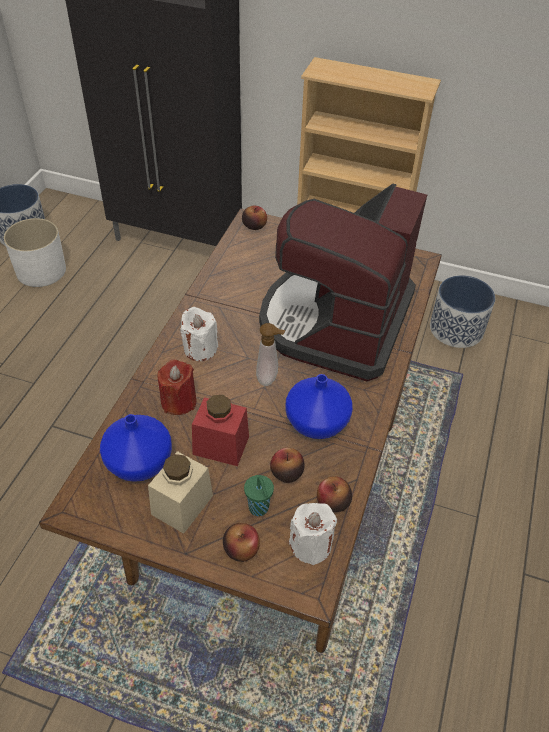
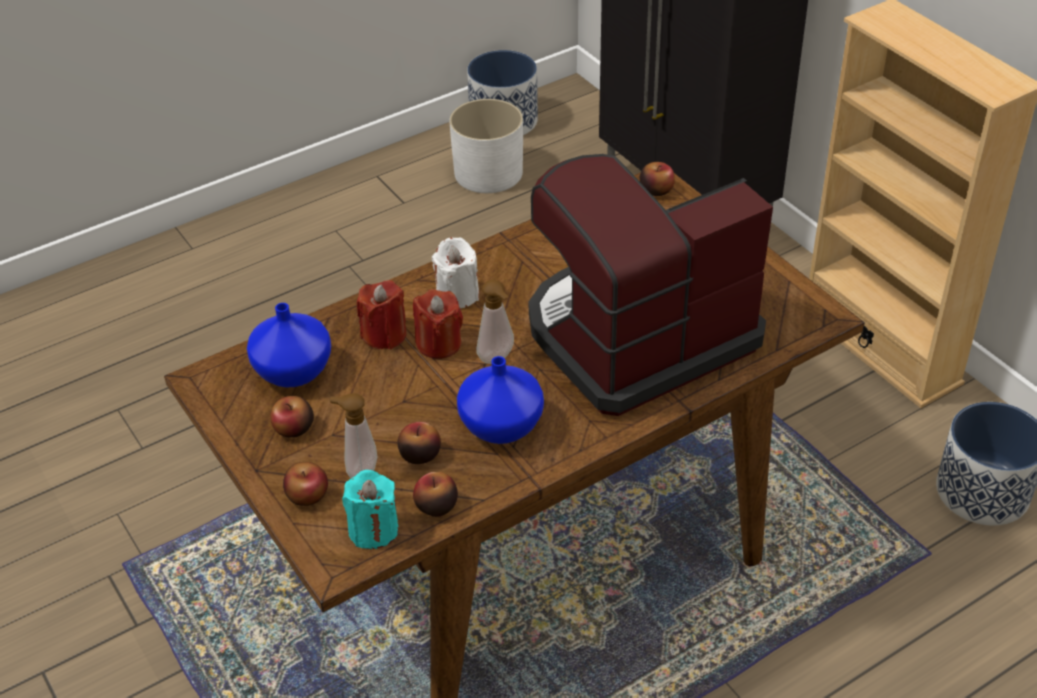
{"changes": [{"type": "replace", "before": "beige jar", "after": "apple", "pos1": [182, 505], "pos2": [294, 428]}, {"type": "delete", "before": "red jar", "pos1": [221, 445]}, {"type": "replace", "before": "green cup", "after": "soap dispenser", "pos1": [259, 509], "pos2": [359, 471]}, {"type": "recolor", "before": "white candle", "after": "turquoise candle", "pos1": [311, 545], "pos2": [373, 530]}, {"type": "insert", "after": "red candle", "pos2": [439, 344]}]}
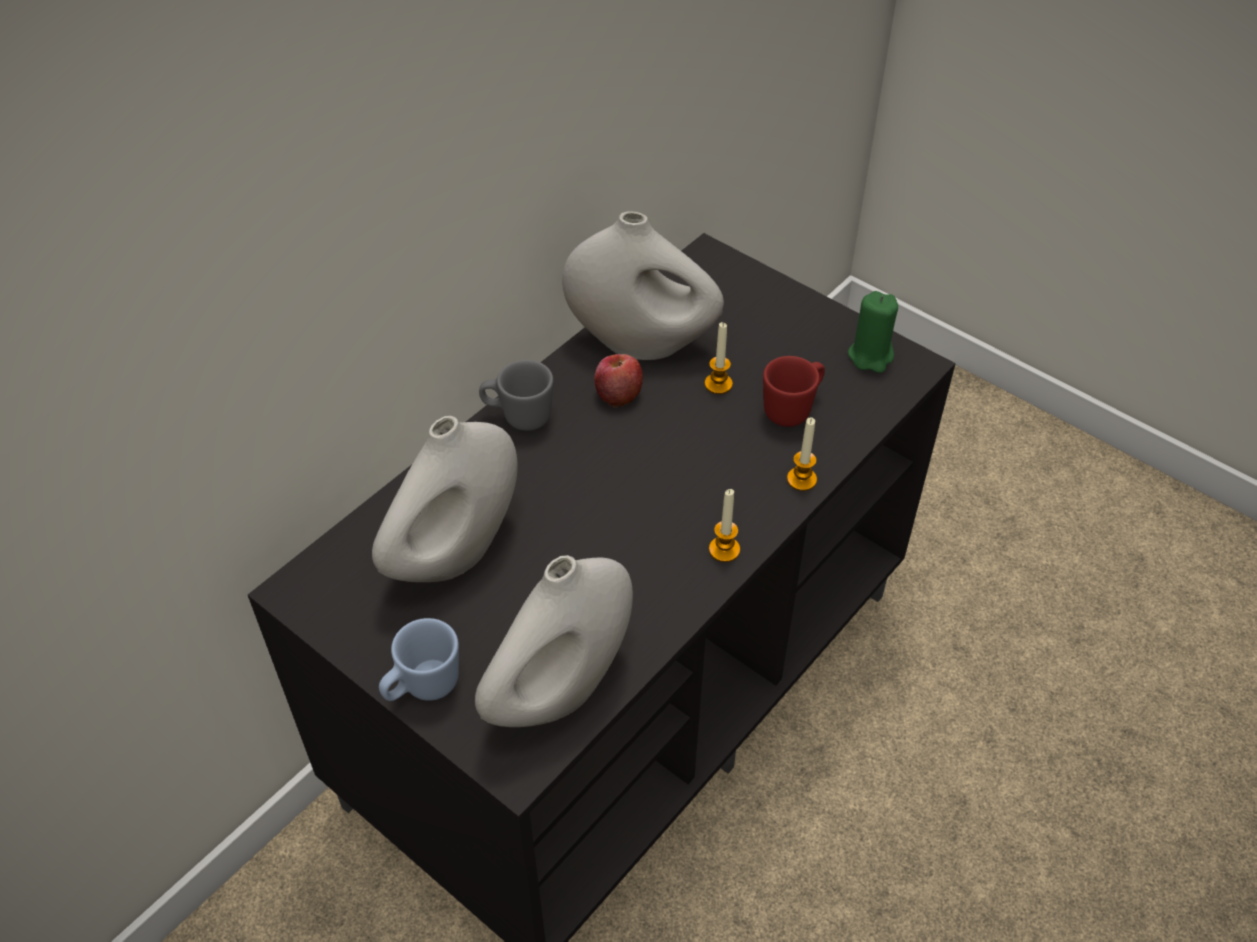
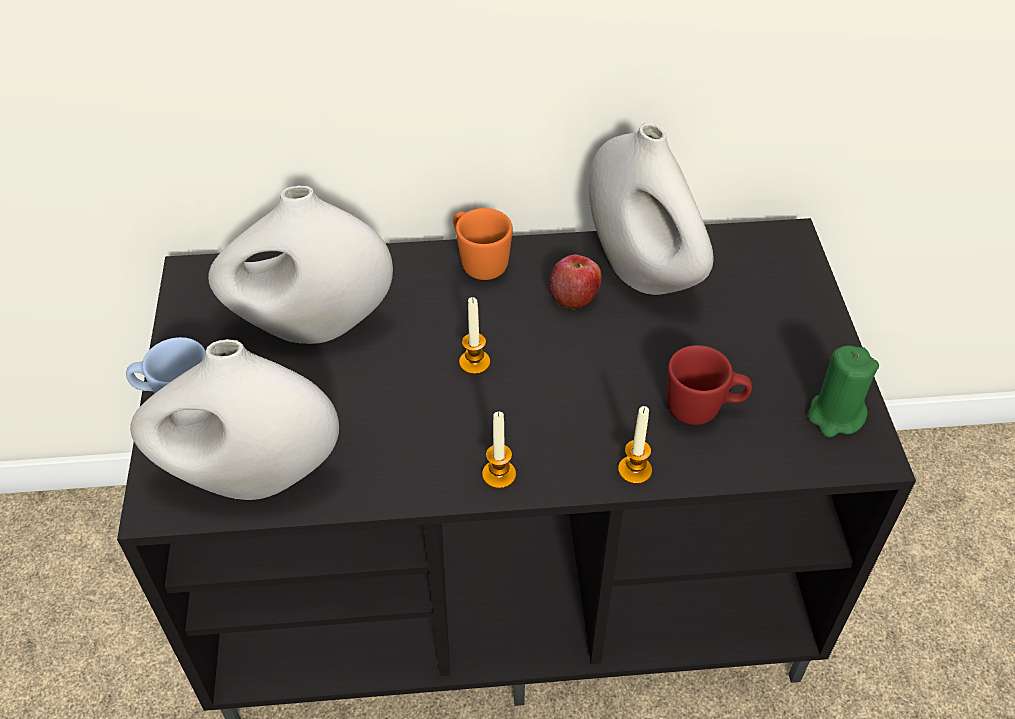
{"changes": [{"type": "recolor", "before": "grey mug", "after": "orange mug", "pos1": [518, 416], "pos2": [479, 262]}, {"type": "move", "before": "candle", "pos1": [718, 384], "pos2": [474, 363]}]}
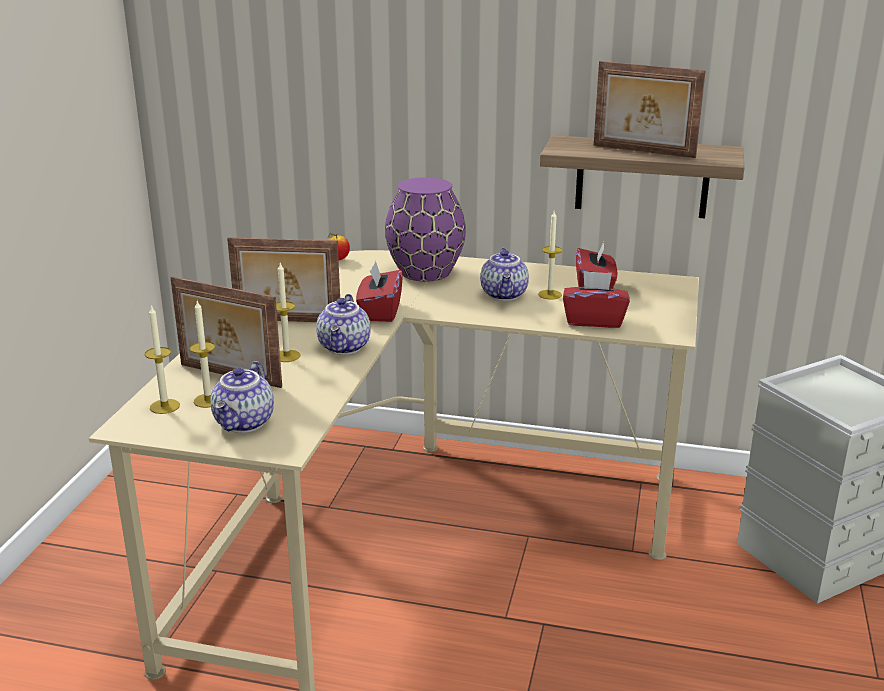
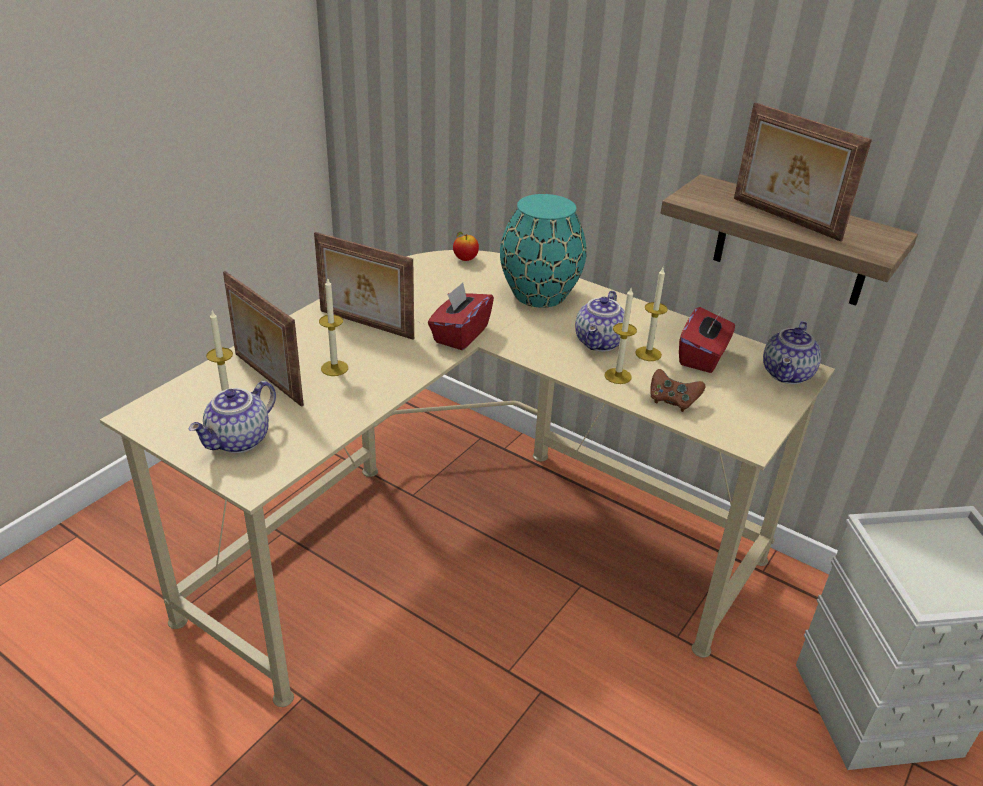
{"changes": [{"type": "move", "before": "candle", "pos1": [164, 406], "pos2": [618, 376]}, {"type": "move", "before": "teapot", "pos1": [345, 347], "pos2": [788, 375]}, {"type": "recolor", "before": "purple vase", "after": "turquoise vase", "pos1": [424, 272], "pos2": [538, 294]}, {"type": "replace", "before": "red tissue box", "after": "brown game controller", "pos1": [594, 320], "pos2": [672, 401]}]}
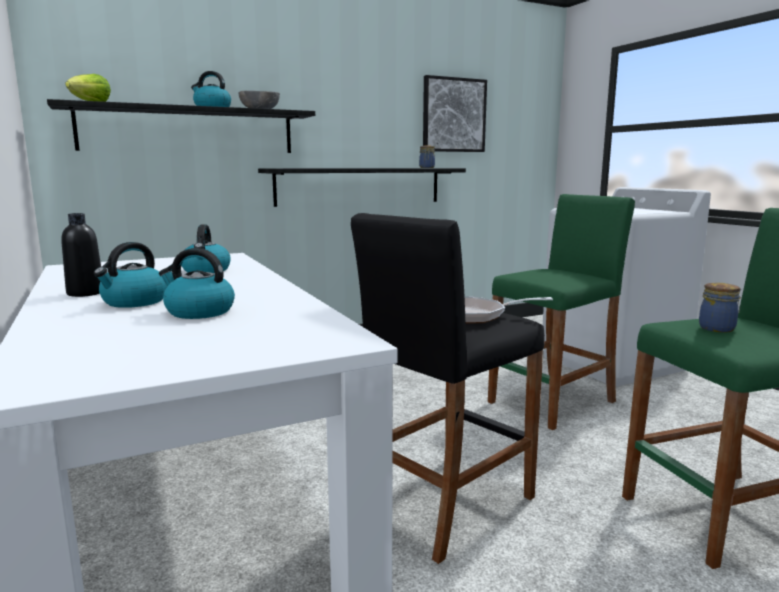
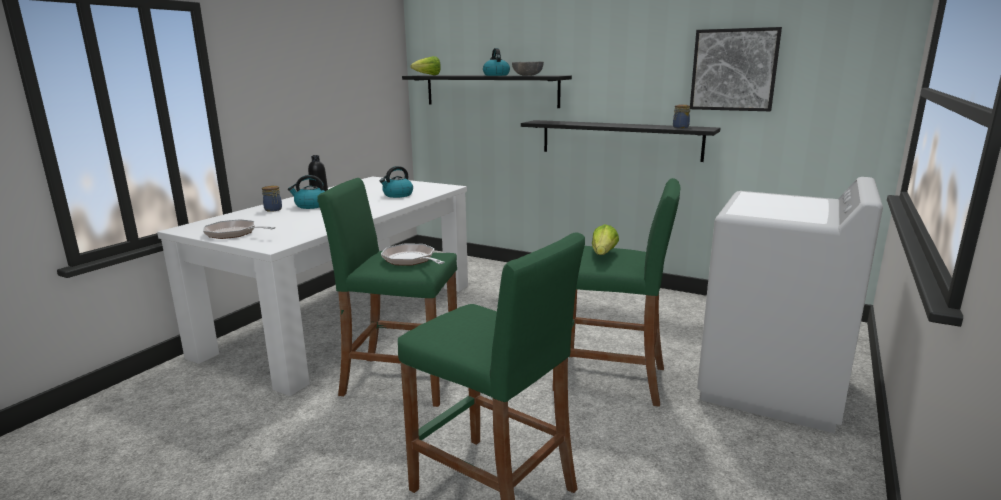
{"changes": [{"type": "delete", "before": "kettle", "pos1": [198, 312]}, {"type": "recolor", "before": "black stool", "after": "green stool", "pos1": [444, 503], "pos2": [400, 380]}, {"type": "move", "before": "jar", "pos1": [718, 328], "pos2": [273, 210]}, {"type": "insert", "after": "frying pan", "pos2": [234, 233]}, {"type": "insert", "after": "lettuce", "pos2": [603, 254]}]}
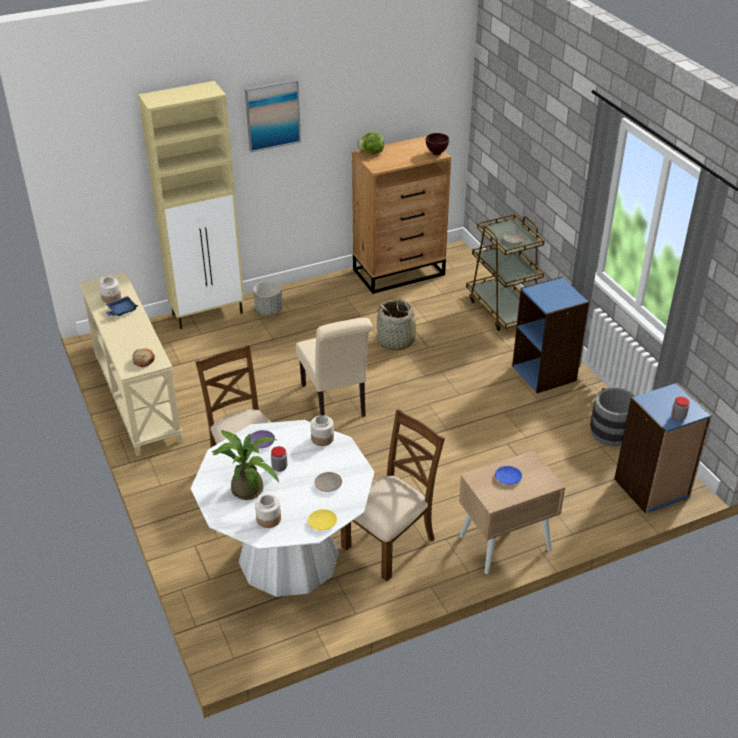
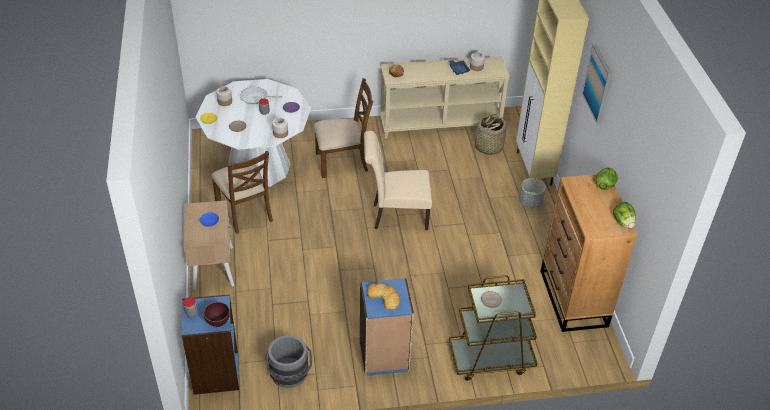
{"changes": [{"type": "replace", "before": "potted plant", "after": "frying pan", "pos1": [246, 487], "pos2": [255, 98]}, {"type": "move", "before": "basket", "pos1": [396, 341], "pos2": [488, 147]}, {"type": "move", "before": "brown bowl", "pos1": [436, 153], "pos2": [218, 323]}, {"type": "insert", "after": "bread", "pos2": [384, 297]}, {"type": "insert", "after": "lettuce", "pos2": [623, 222]}]}
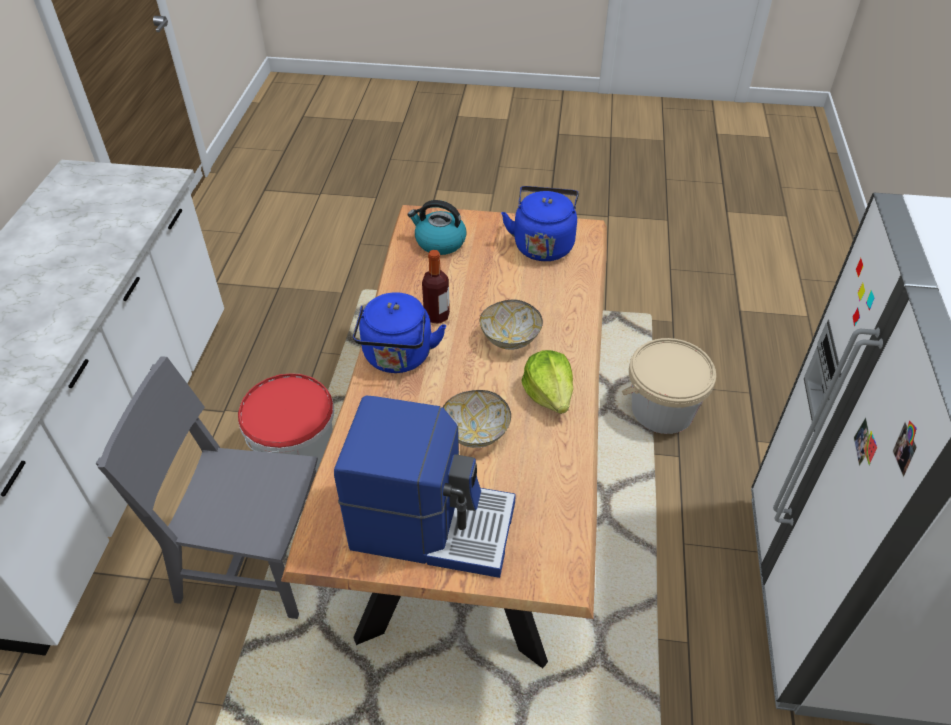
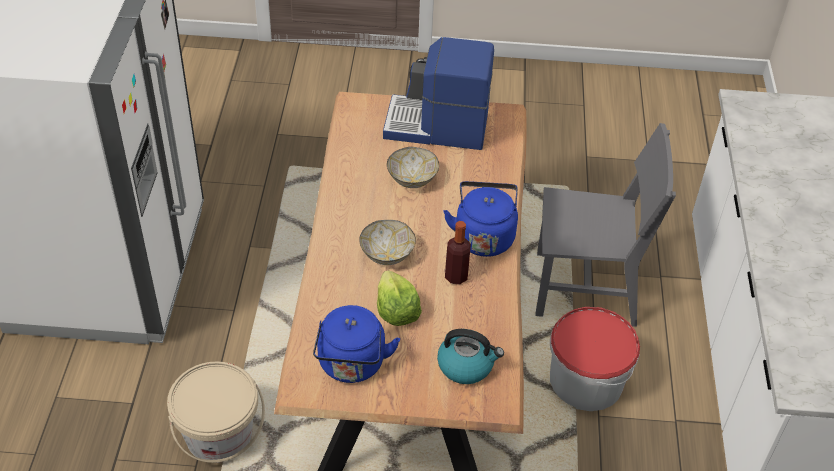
{"changes": [{"type": "move", "before": "lettuce", "pos1": [549, 394], "pos2": [396, 310]}]}
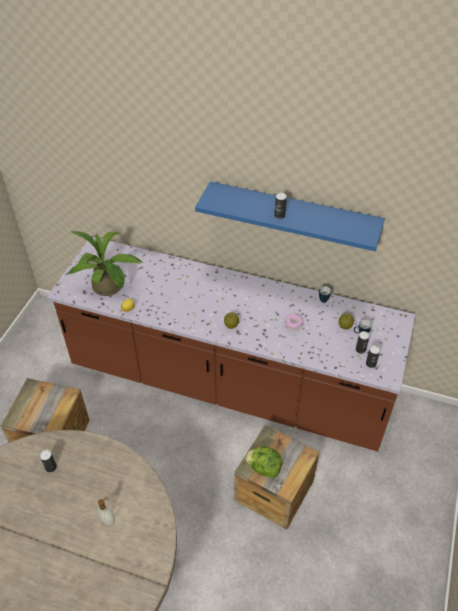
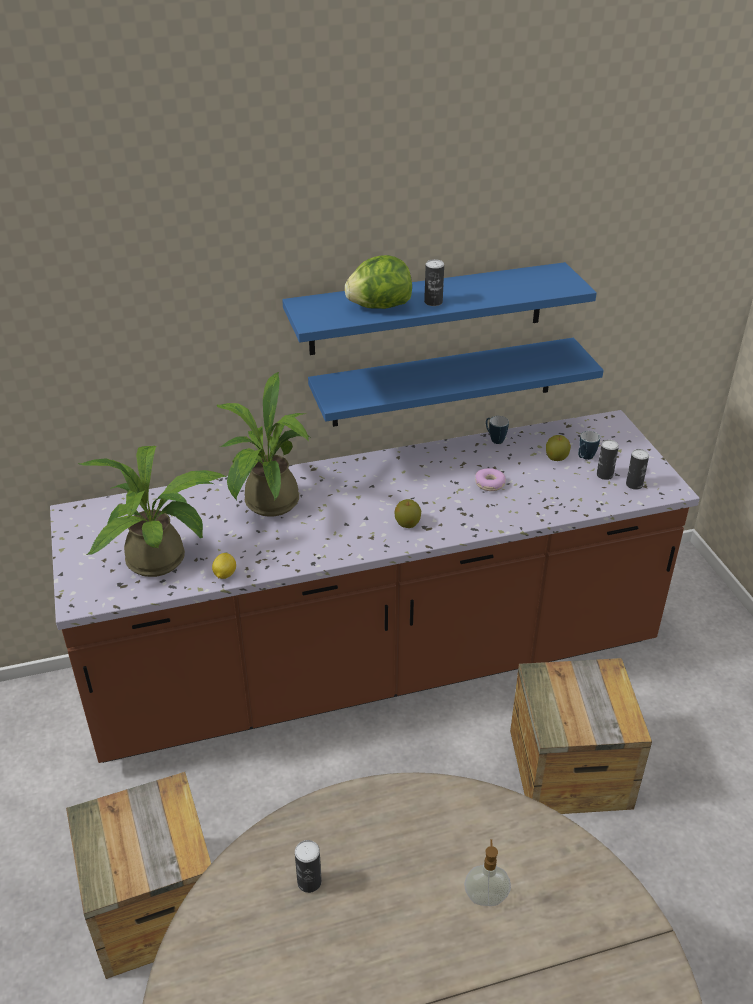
{"changes": [{"type": "move", "before": "lettuce", "pos1": [263, 468], "pos2": [379, 307]}, {"type": "insert", "after": "potted plant", "pos2": [268, 506]}, {"type": "insert", "after": "blue shelf", "pos2": [443, 382]}]}
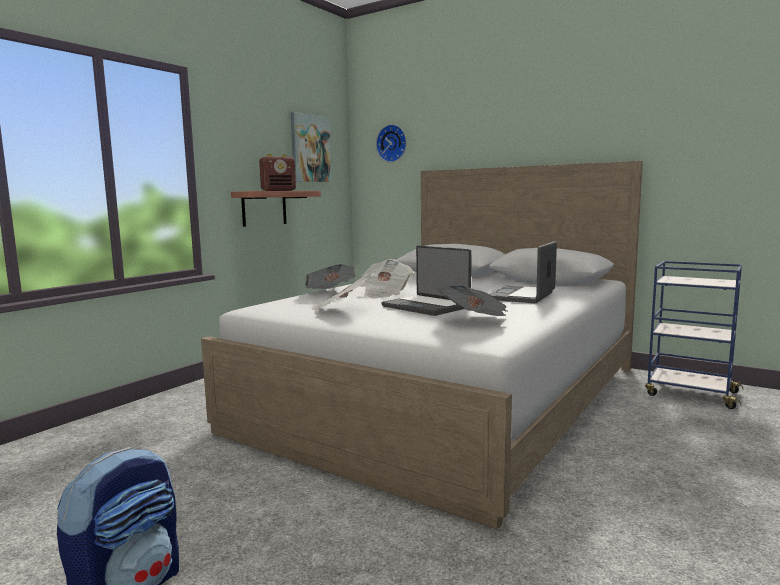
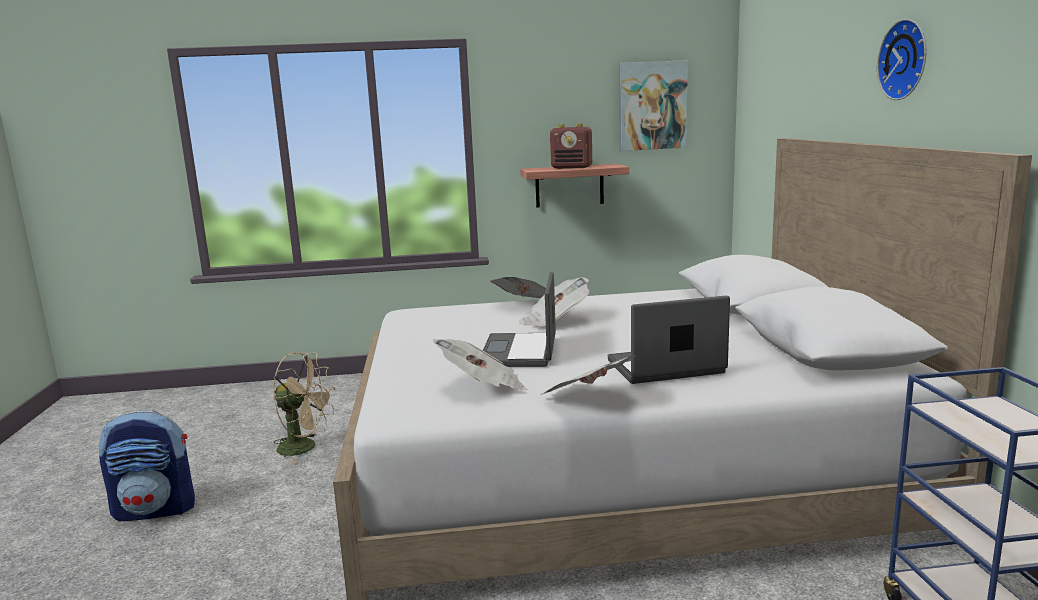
{"changes": [{"type": "move", "before": "newspaper", "pos1": [341, 310], "pos2": [587, 399]}, {"type": "move", "before": "wall clock", "pos1": [392, 143], "pos2": [906, 59]}, {"type": "insert", "after": "beige fan", "pos2": [305, 448]}]}
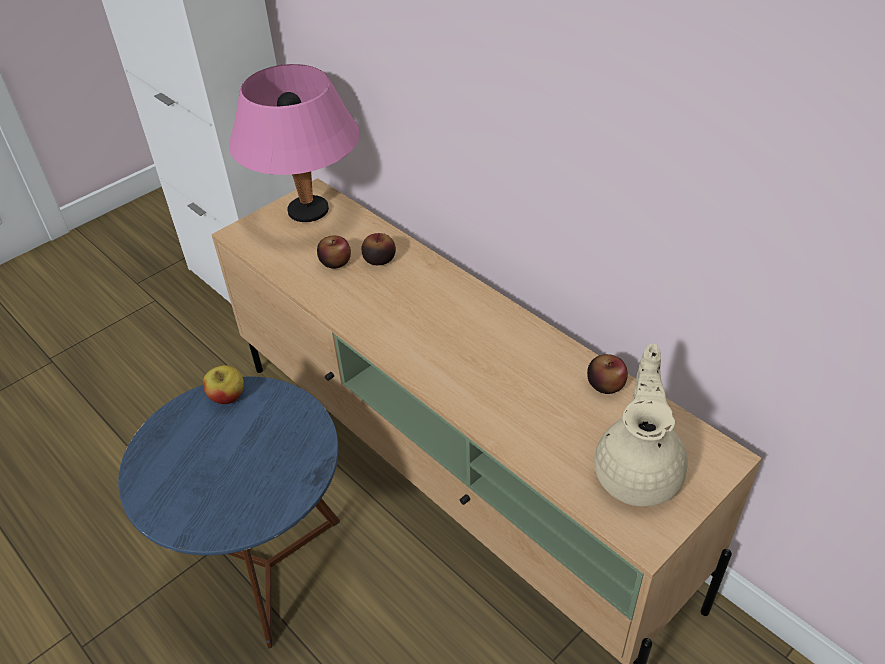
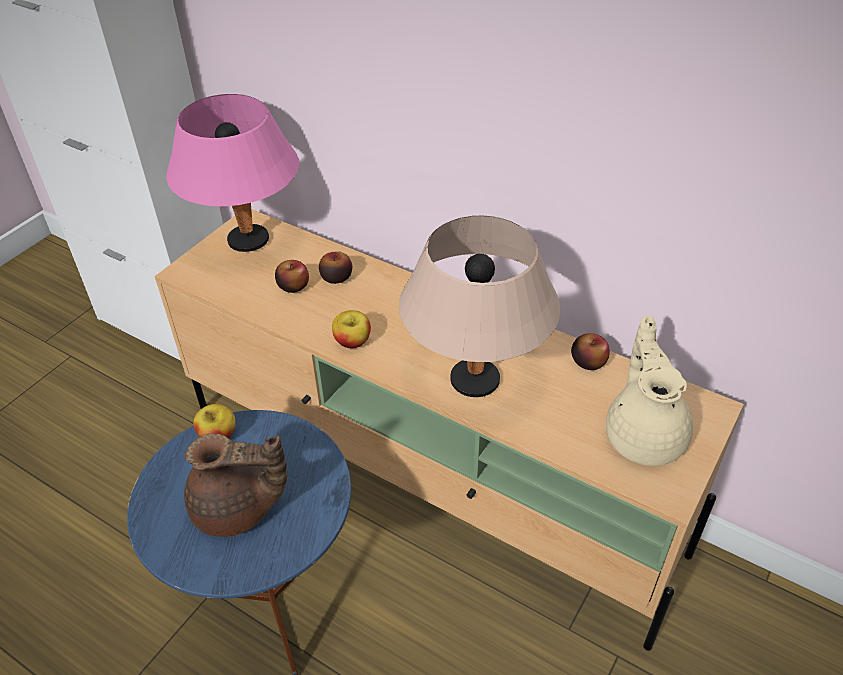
{"changes": [{"type": "insert", "after": "brown teapot", "pos2": [237, 509]}, {"type": "insert", "after": "apple", "pos2": [352, 341]}, {"type": "insert", "after": "beige table lamp", "pos2": [474, 380]}]}
